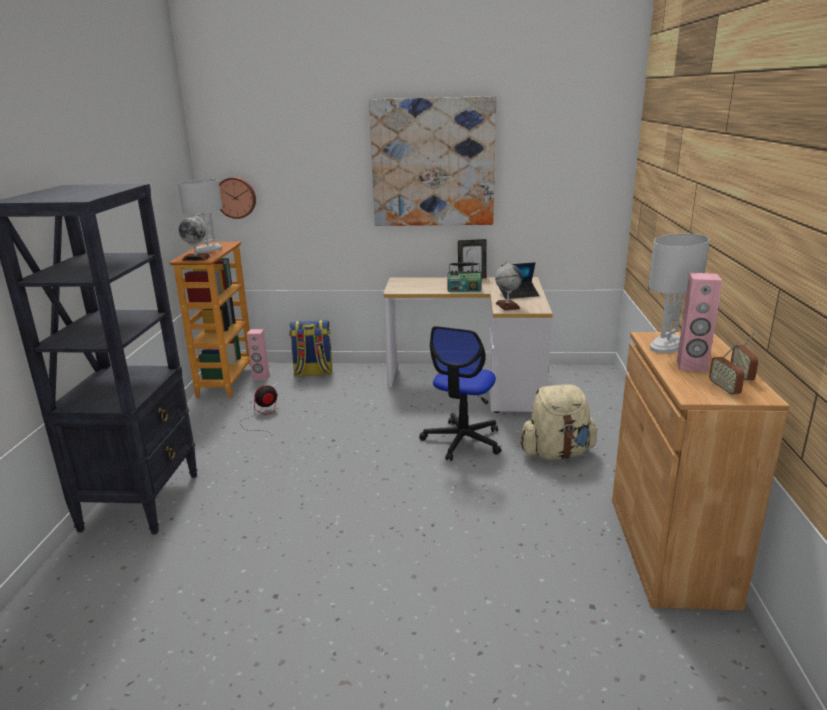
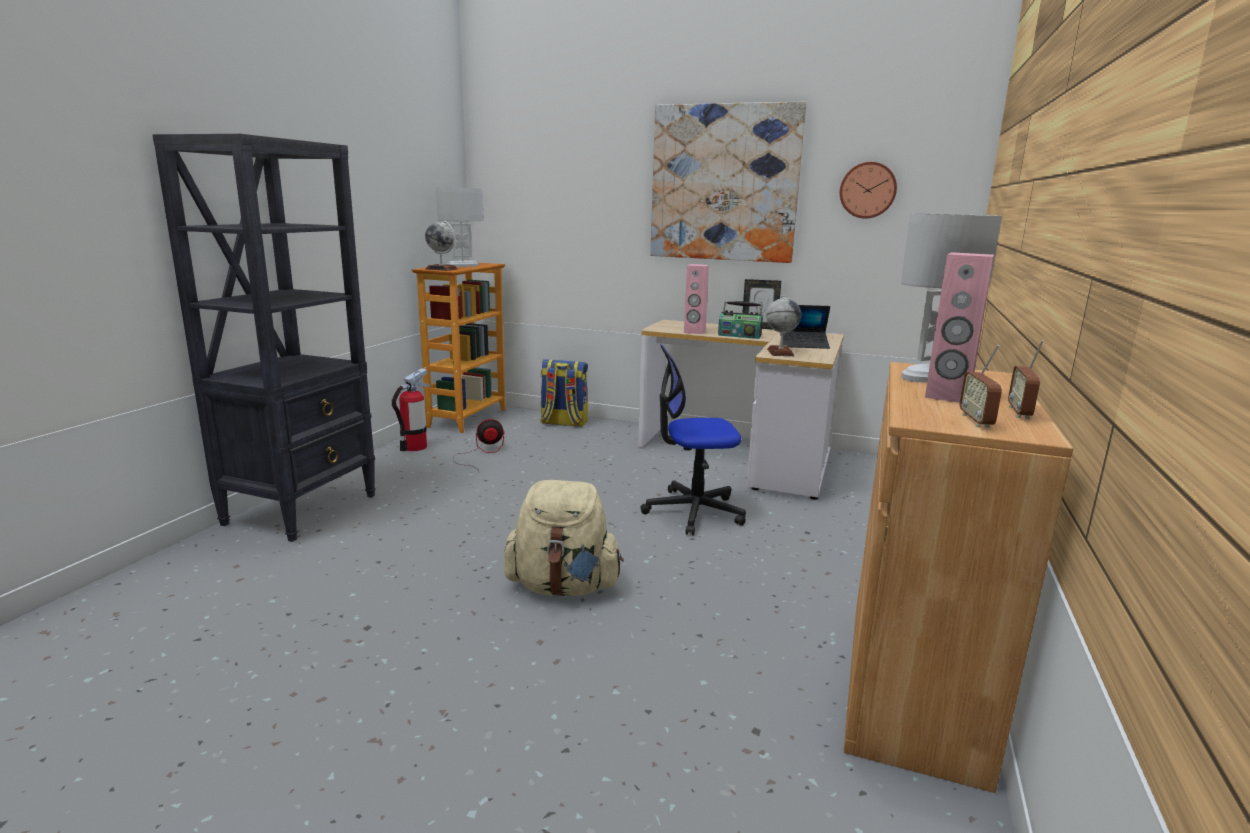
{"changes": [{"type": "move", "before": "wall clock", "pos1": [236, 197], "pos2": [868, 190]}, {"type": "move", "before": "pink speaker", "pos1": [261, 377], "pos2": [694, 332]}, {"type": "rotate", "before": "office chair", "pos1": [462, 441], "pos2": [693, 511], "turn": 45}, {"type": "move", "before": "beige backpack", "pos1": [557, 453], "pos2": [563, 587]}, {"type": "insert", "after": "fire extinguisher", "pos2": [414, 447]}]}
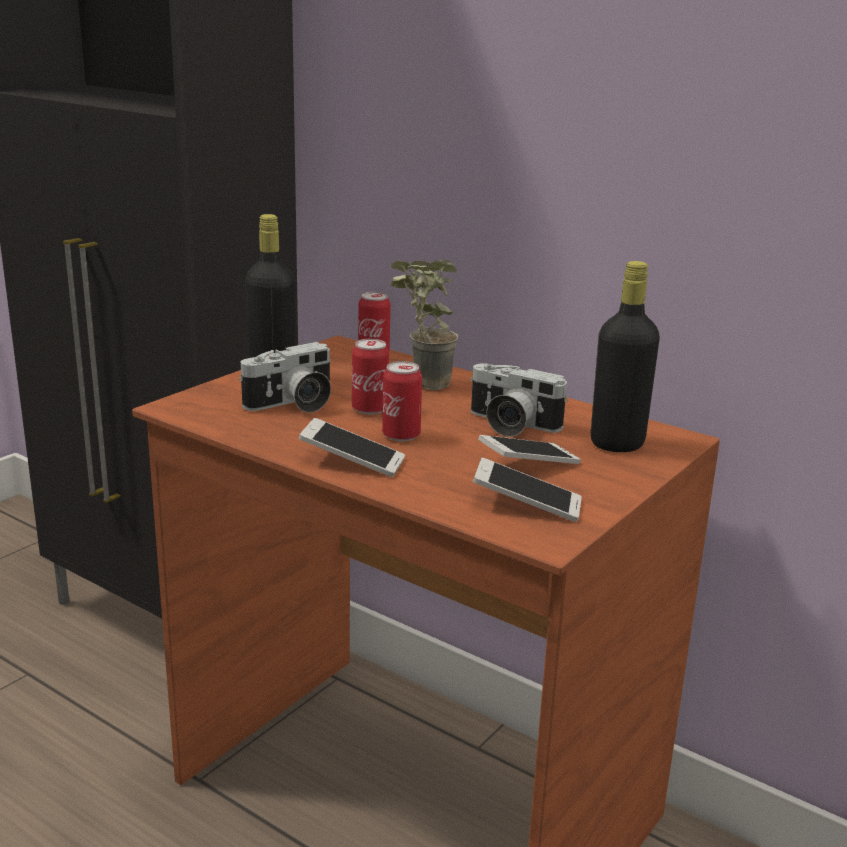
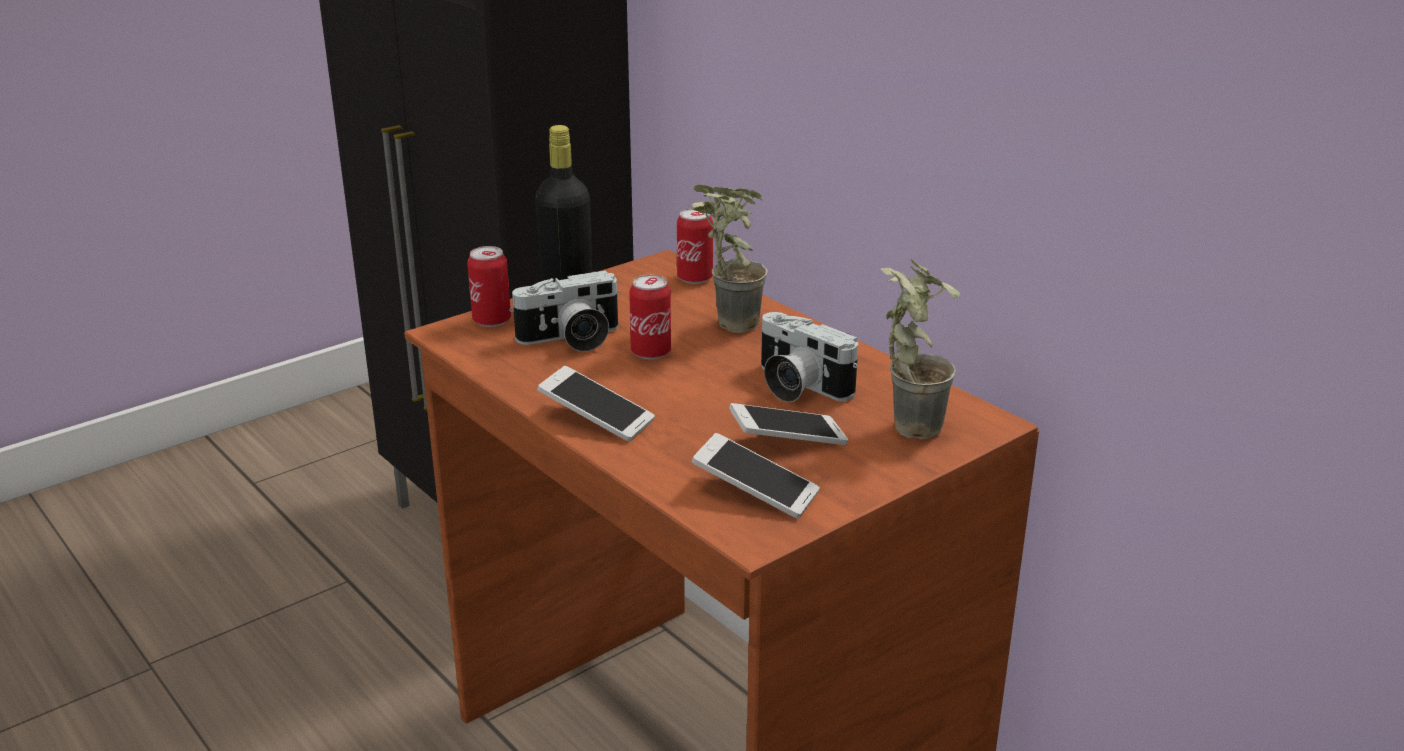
{"changes": [{"type": "move", "before": "can", "pos1": [401, 435], "pos2": [492, 321]}, {"type": "replace", "before": "black bottle", "after": "potted plant", "pos1": [617, 443], "pos2": [907, 422]}]}
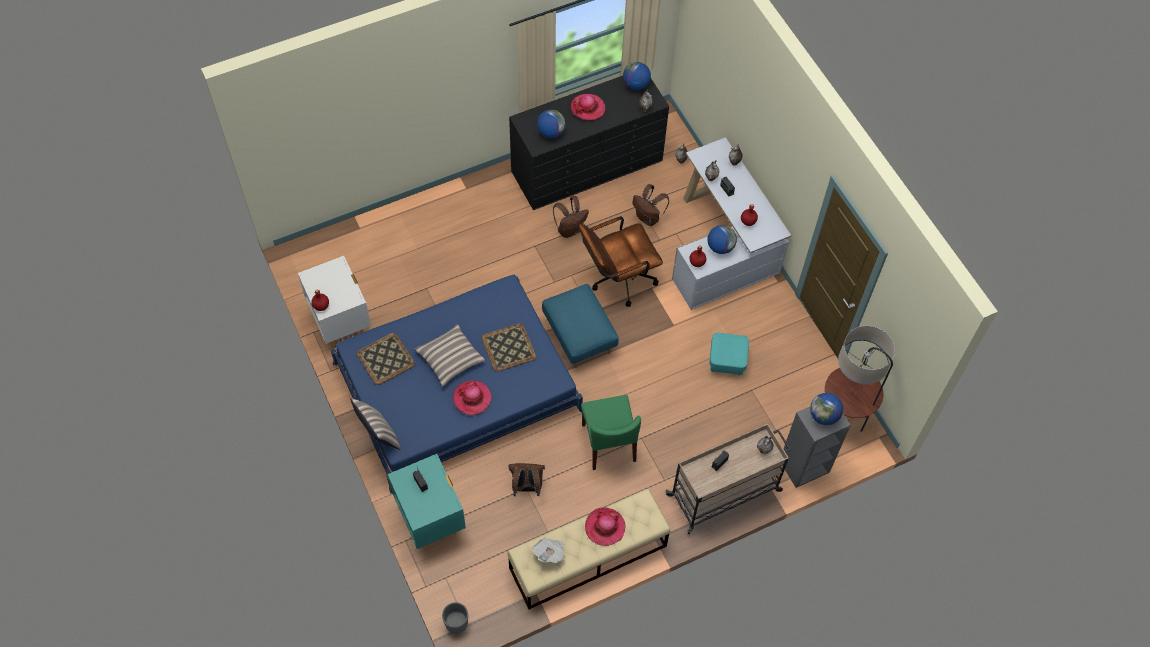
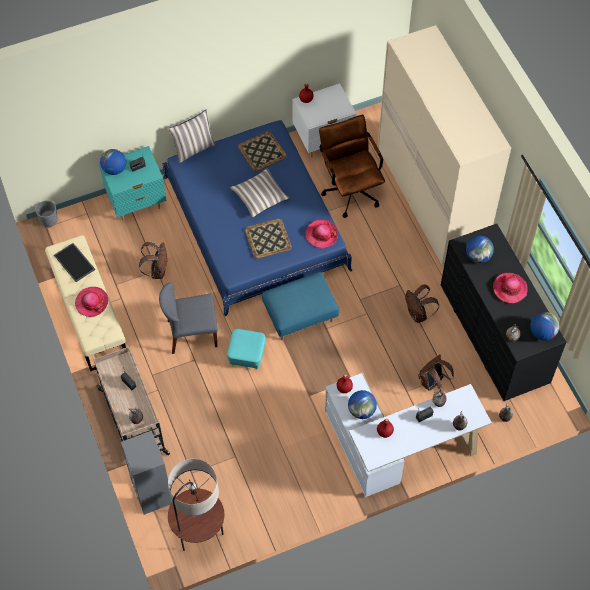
{"changes": [{"type": "move", "before": "hat", "pos1": [472, 398], "pos2": [321, 234]}, {"type": "replace", "before": "newspaper", "after": "tray", "pos1": [550, 553], "pos2": [75, 262]}, {"type": "move", "before": "brown office chair", "pos1": [617, 280], "pos2": [350, 188]}, {"type": "recolor", "before": "green chair", "after": "grey chair", "pos1": [608, 443], "pos2": [191, 333]}, {"type": "move", "before": "turquoise ottoman", "pos1": [727, 361], "pos2": [247, 355]}, {"type": "move", "before": "globe", "pos1": [823, 416], "pos2": [114, 169]}, {"type": "insert", "after": "beige wardrobe", "pos2": [431, 199]}]}
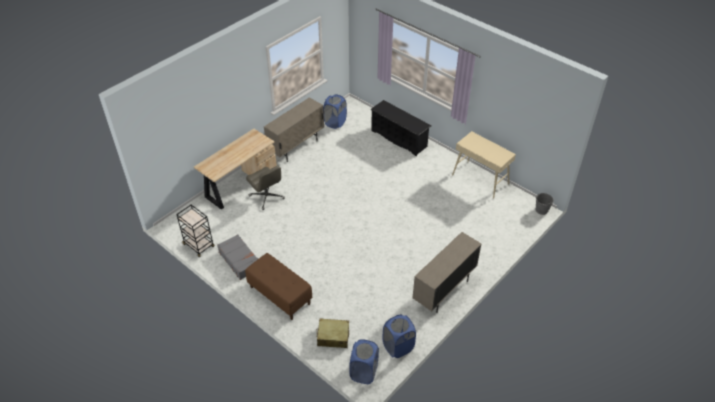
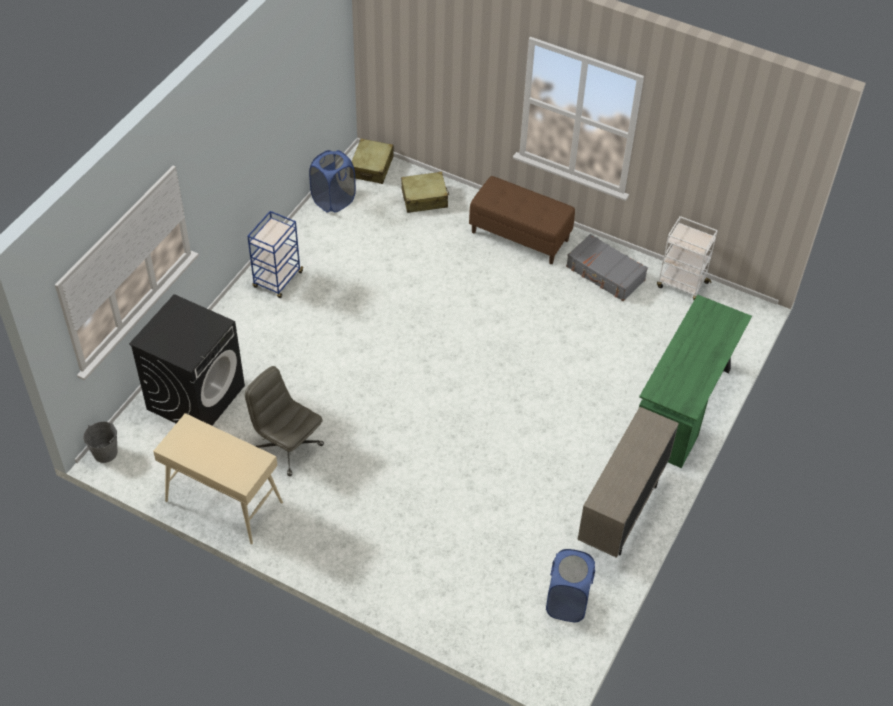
{"changes": [{"type": "recolor", "before": "black cart", "after": "white cart", "pos1": [199, 246], "pos2": [681, 284]}, {"type": "recolor", "before": "beige desk", "after": "green desk", "pos1": [239, 184], "pos2": [684, 405]}, {"type": "move", "before": "grey office chair", "pos1": [267, 197], "pos2": [287, 447]}, {"type": "replace", "before": "blue laundry basket", "after": "beige suitcase", "pos1": [364, 372], "pos2": [372, 167]}, {"type": "delete", "before": "black shoe rack", "pos1": [399, 138]}, {"type": "replace", "before": "beige cabinet", "after": "blue cart", "pos1": [444, 291], "pos2": [278, 280]}, {"type": "insert", "after": "black washing machine", "pos2": [196, 397]}]}
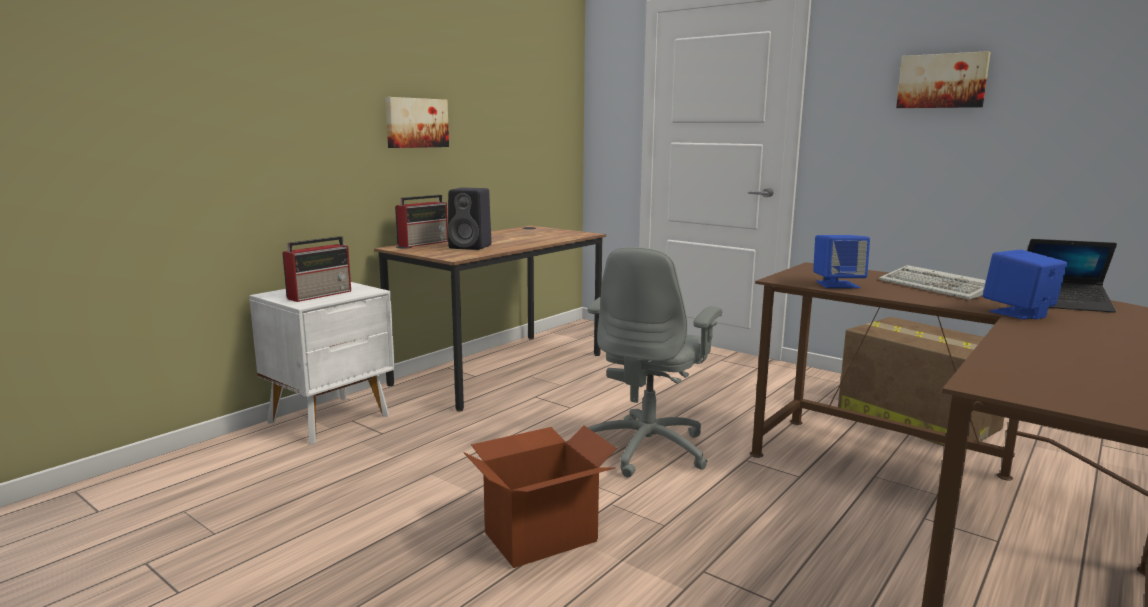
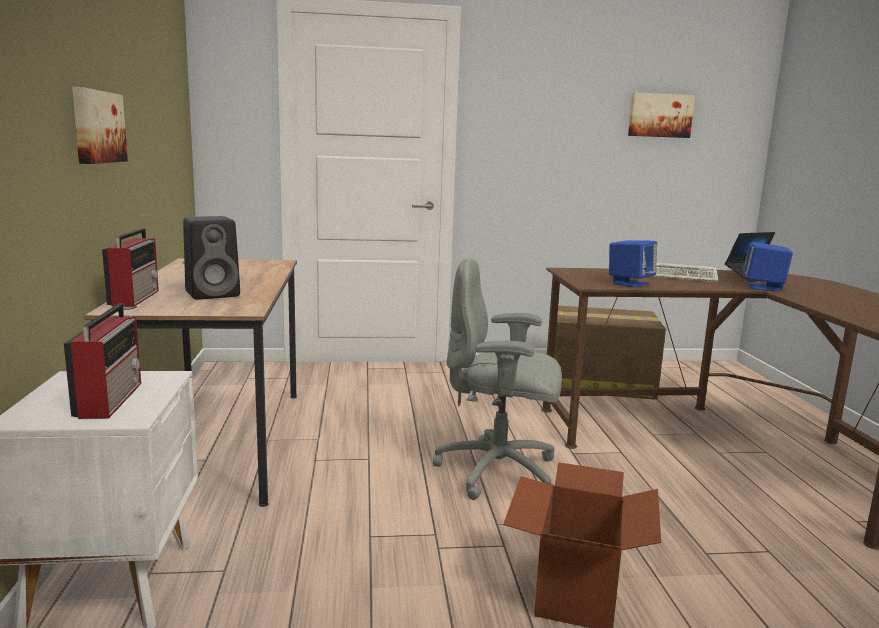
{"changes": [{"type": "rotate", "before": "grey office chair", "pos1": [648, 448], "pos2": [499, 472], "turn": 120}, {"type": "move", "before": "picture", "pos1": [942, 81], "pos2": [660, 115]}]}
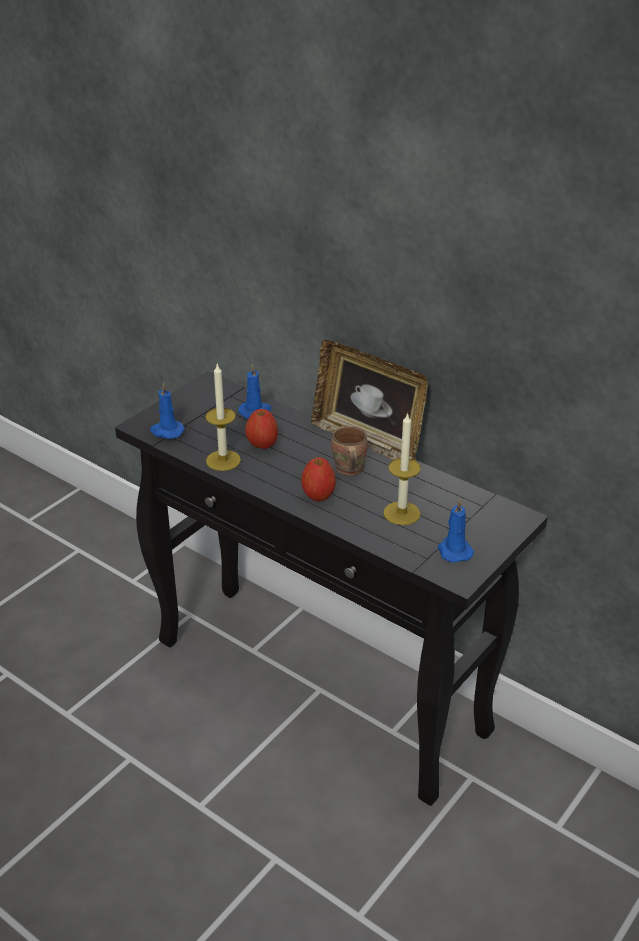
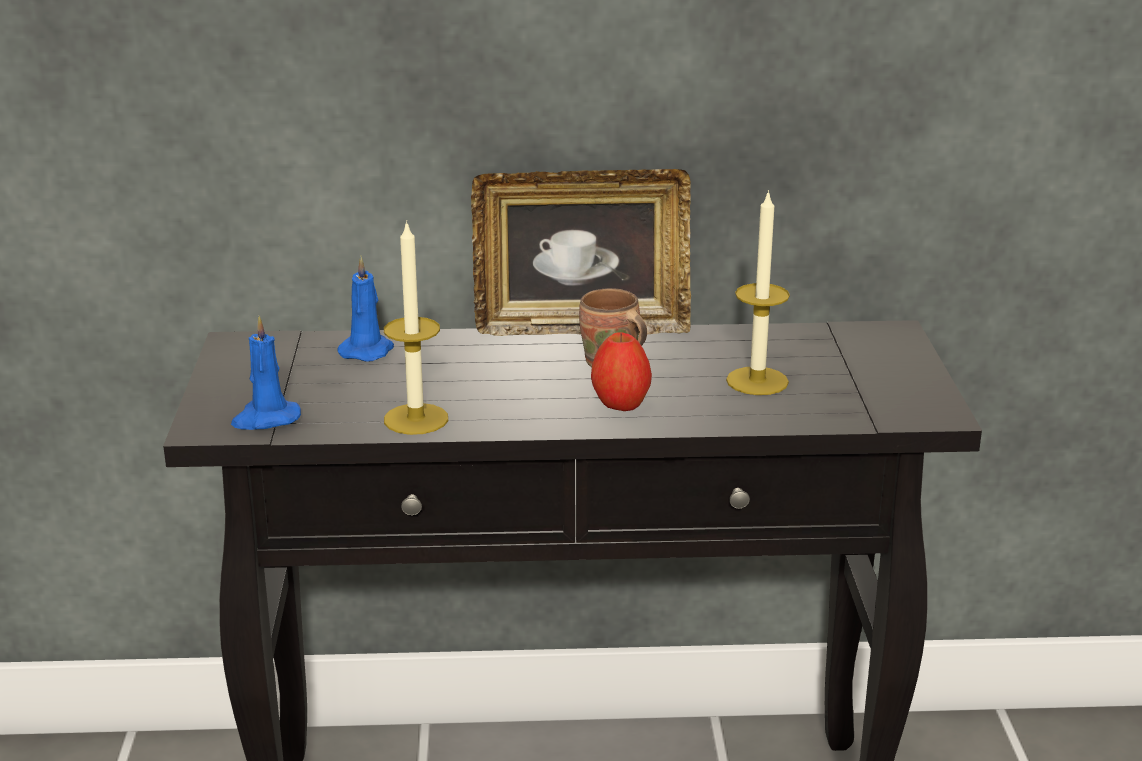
{"changes": [{"type": "delete", "before": "apple", "pos1": [262, 445]}, {"type": "delete", "before": "blue candle", "pos1": [454, 550]}]}
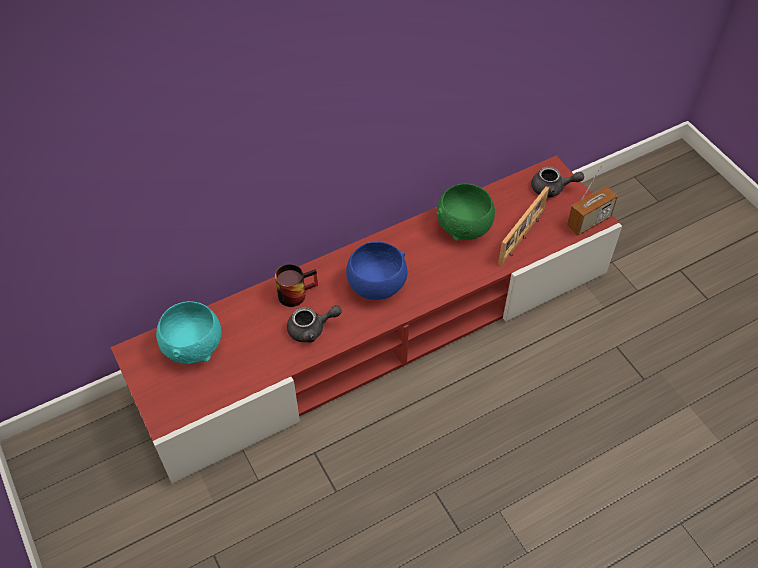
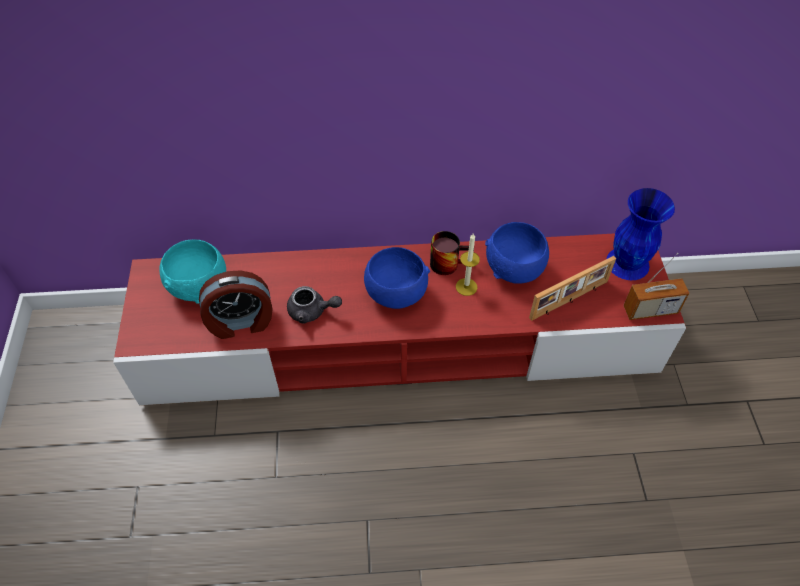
{"changes": [{"type": "move", "before": "mug", "pos1": [295, 292], "pos2": [449, 262]}, {"type": "recolor", "before": "green bowl", "after": "blue bowl", "pos1": [465, 227], "pos2": [515, 269]}, {"type": "replace", "before": "grey teapot", "after": "blue vase", "pos1": [552, 189], "pos2": [628, 263]}, {"type": "insert", "after": "alarm clock", "pos2": [241, 322]}, {"type": "insert", "after": "candle", "pos2": [466, 287]}]}
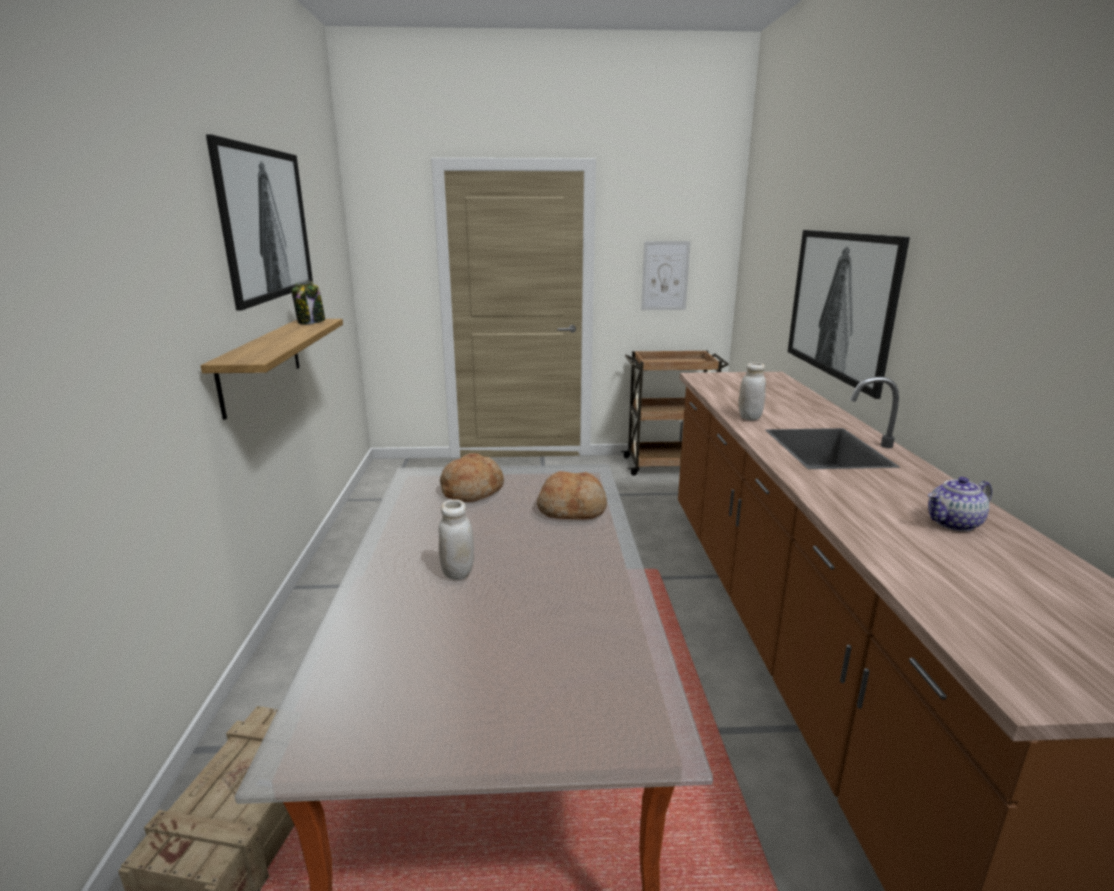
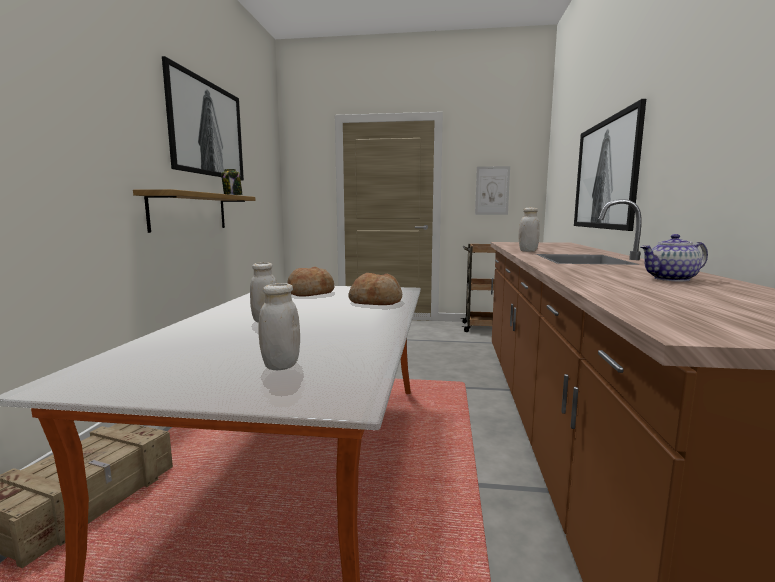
{"changes": [{"type": "insert", "after": "white jar", "pos2": [281, 365]}]}
